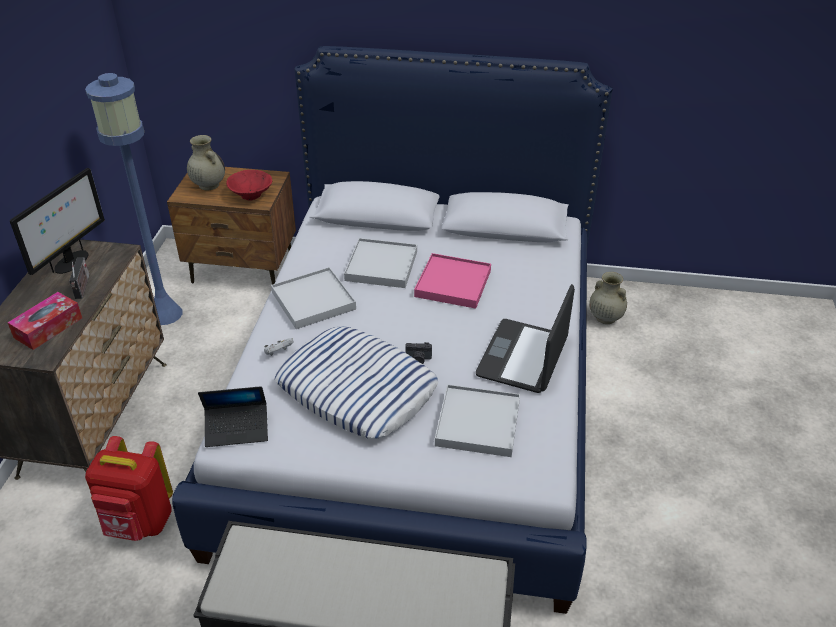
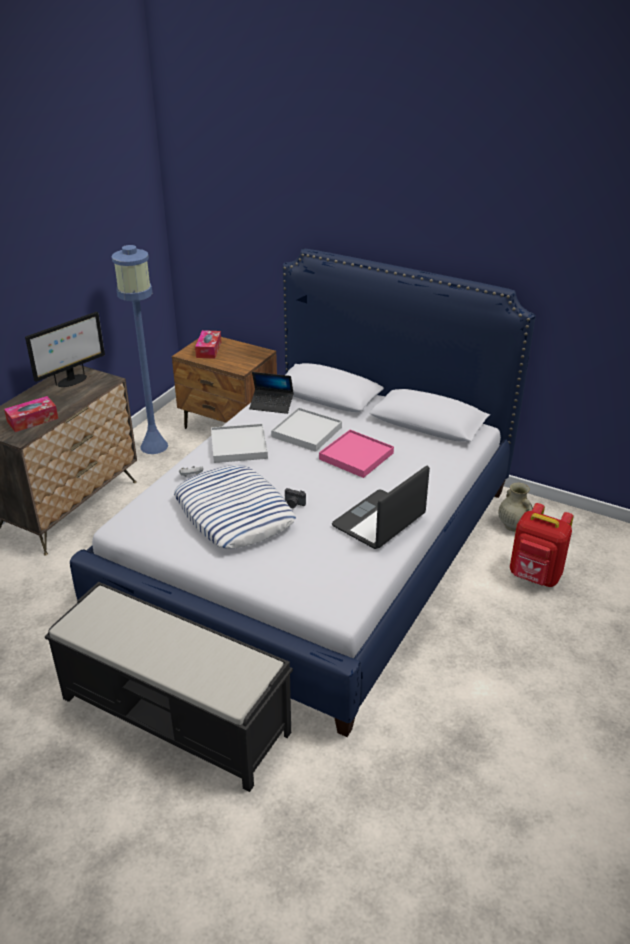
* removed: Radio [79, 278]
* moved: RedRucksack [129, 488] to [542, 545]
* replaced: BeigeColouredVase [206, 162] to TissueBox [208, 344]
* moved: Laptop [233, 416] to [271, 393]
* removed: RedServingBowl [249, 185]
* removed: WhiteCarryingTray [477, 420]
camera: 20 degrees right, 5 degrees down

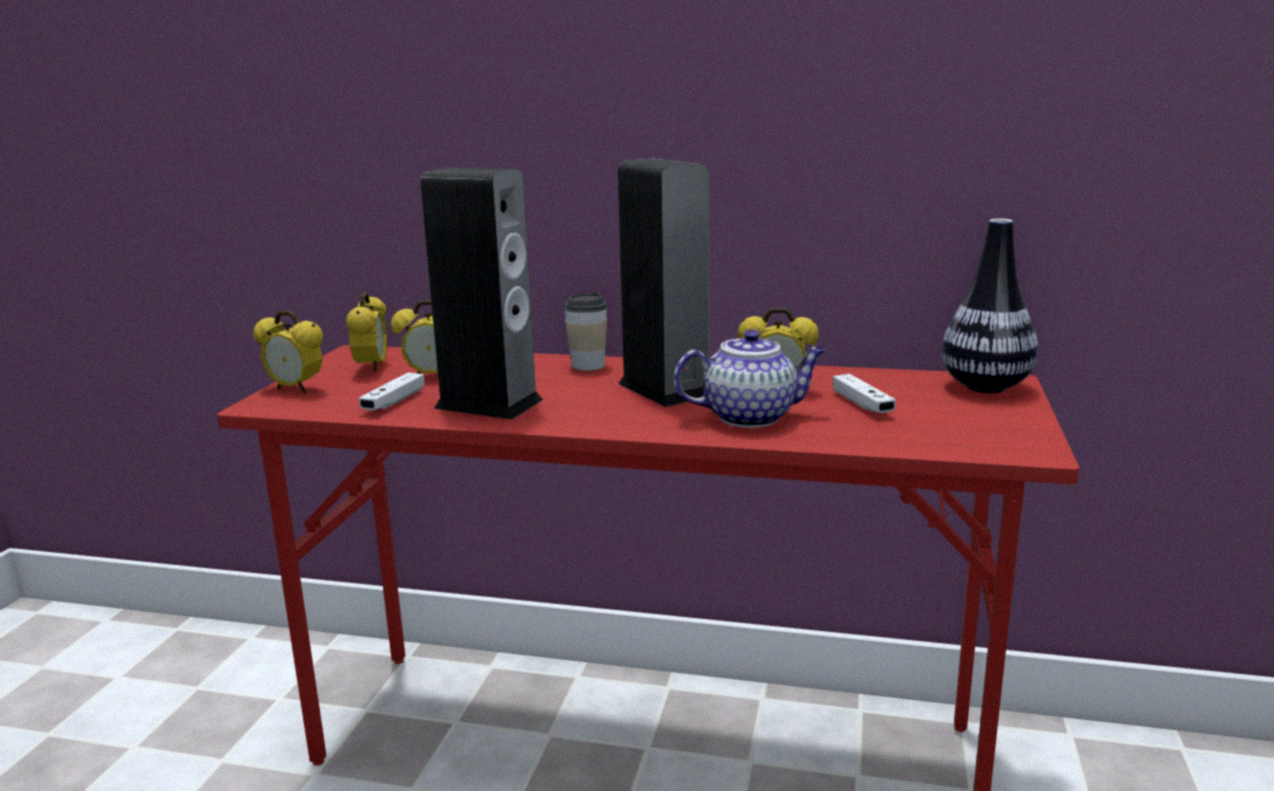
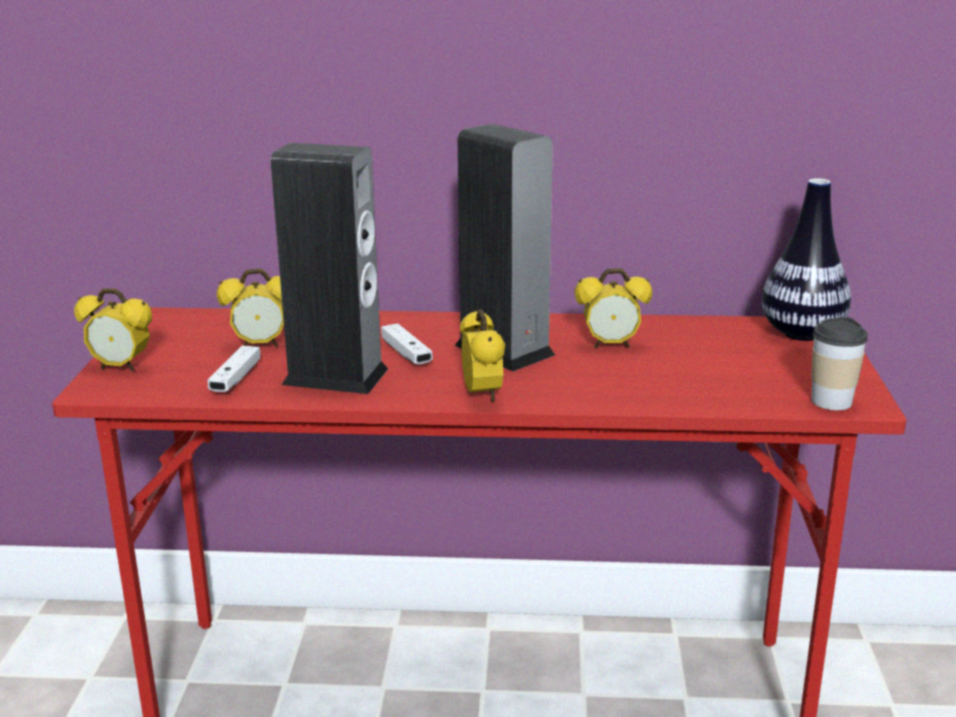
* moved: AlarmClock [366, 332] to [482, 356]
* moved: DrinkingCup [586, 331] to [839, 363]
* removed: Teapot [750, 378]
* moved: WhiteGamepad [864, 393] to [407, 343]
camera: 10 degrees left, 5 degrees up

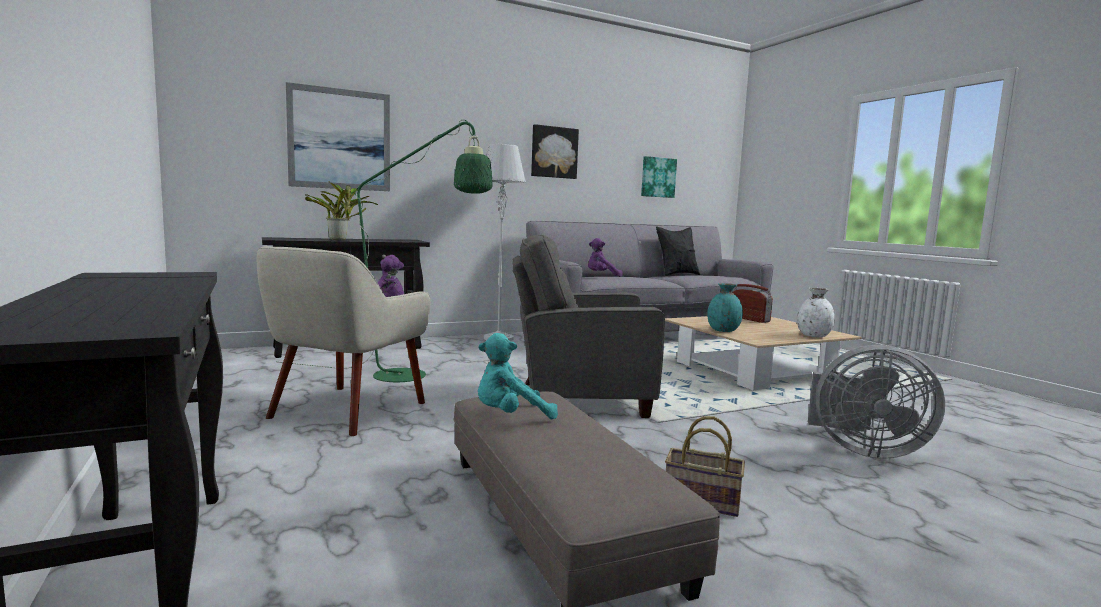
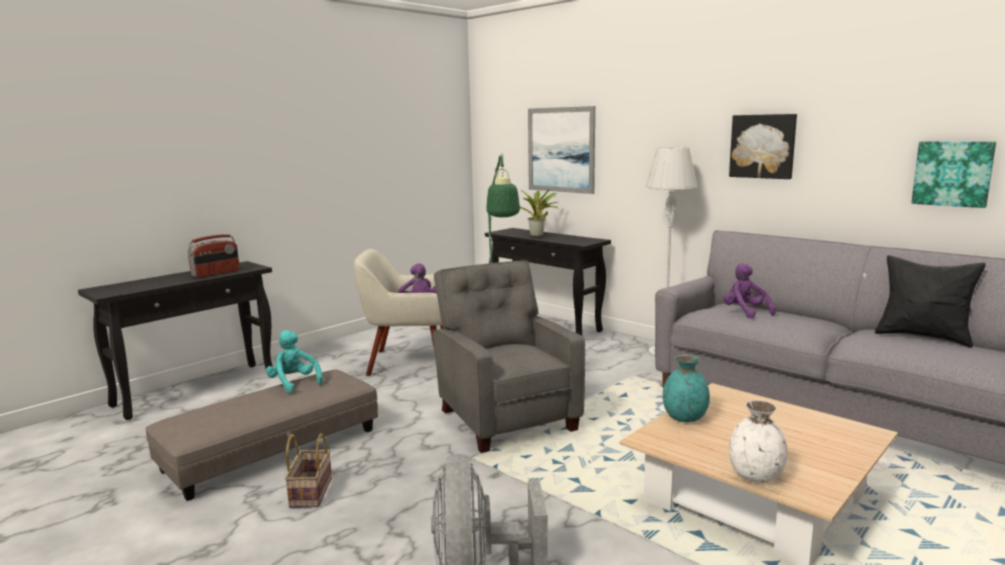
* moved: Radio [753, 303] to [213, 256]
camera: 70 degrees right, 5 degrees up

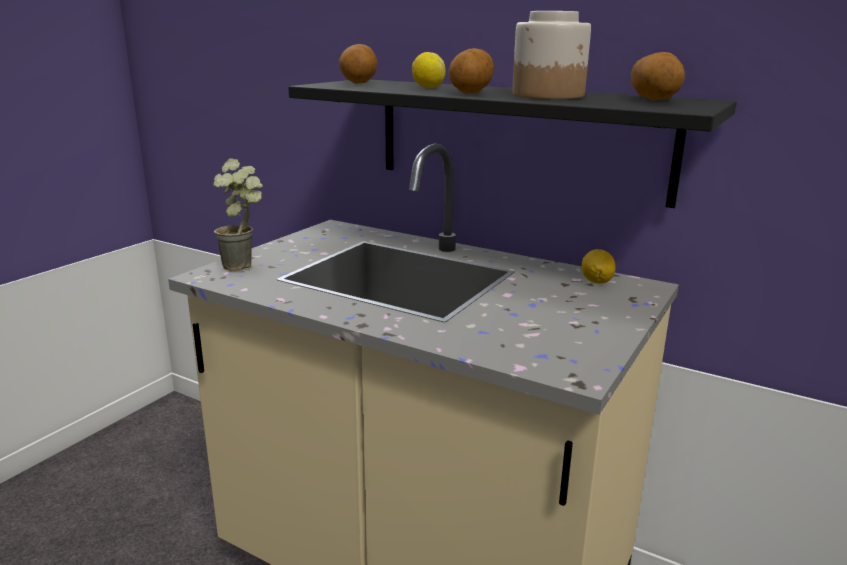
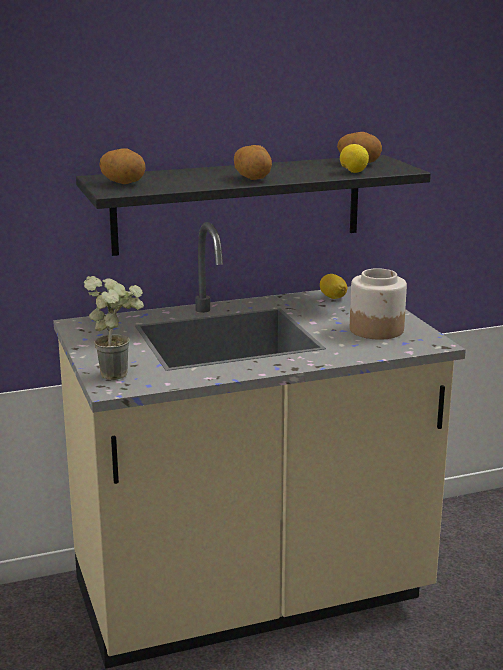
* moved: Lemon [429, 70] to [354, 158]
* moved: StorageJar [551, 55] to [378, 304]
camera: 50 degrees left, 0 degrees up

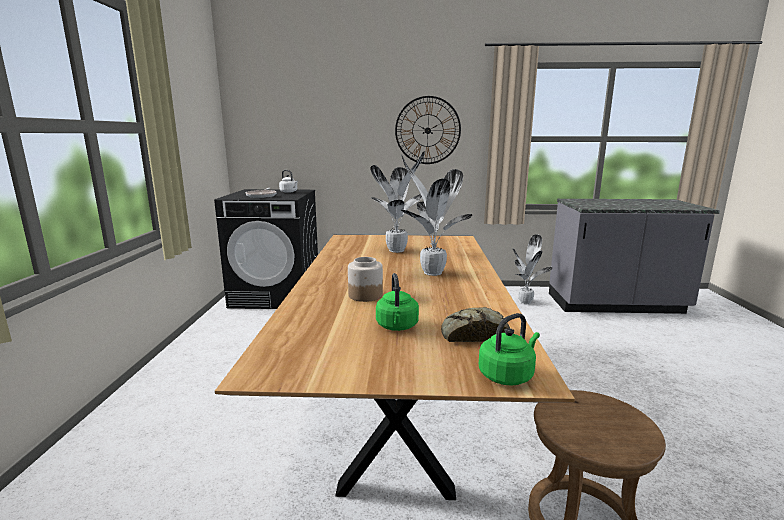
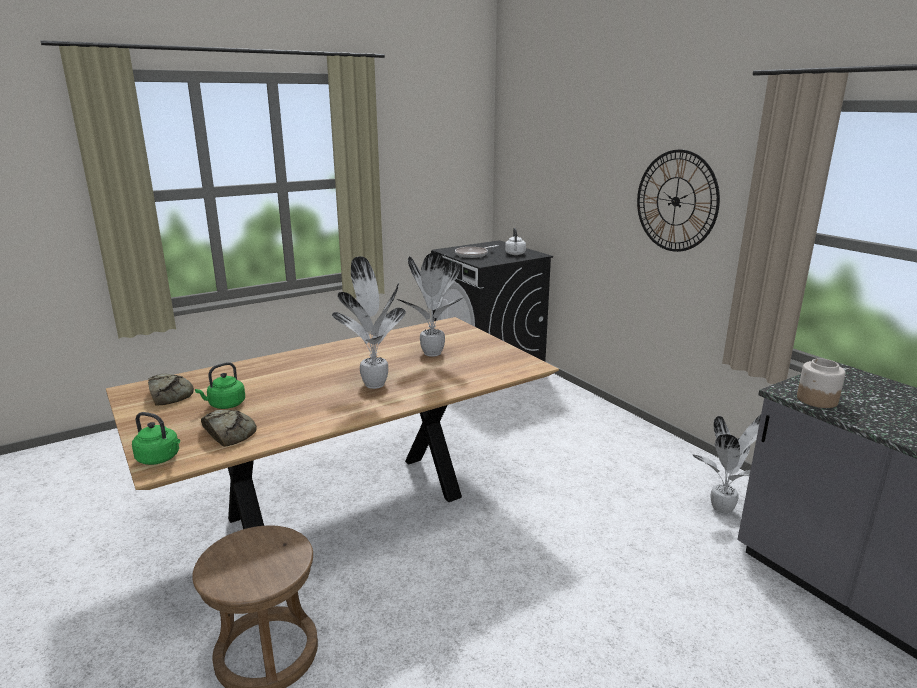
* moved: StorageJar [365, 279] to [821, 383]
* added: BakedBread [171, 390]
camera: 55 degrees right, 5 degrees up

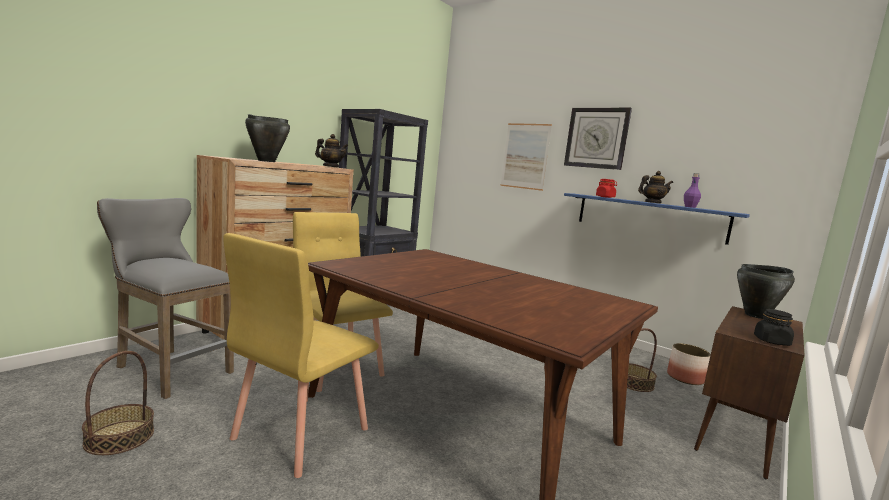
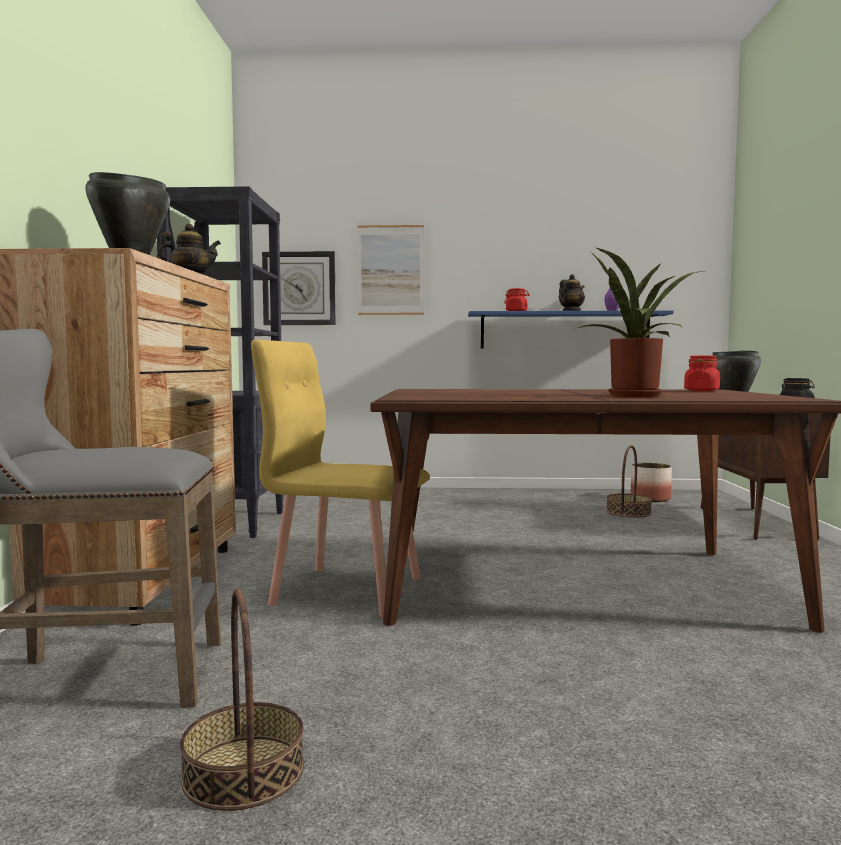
* removed: YellowPlainChair [301, 355]
* moved: ClockOnTheWall [598, 139] to [299, 288]
* added: PlantInAPot [641, 322]
* added: RedStorageJar [702, 373]
camera: 35 degrees left, 5 degrees down

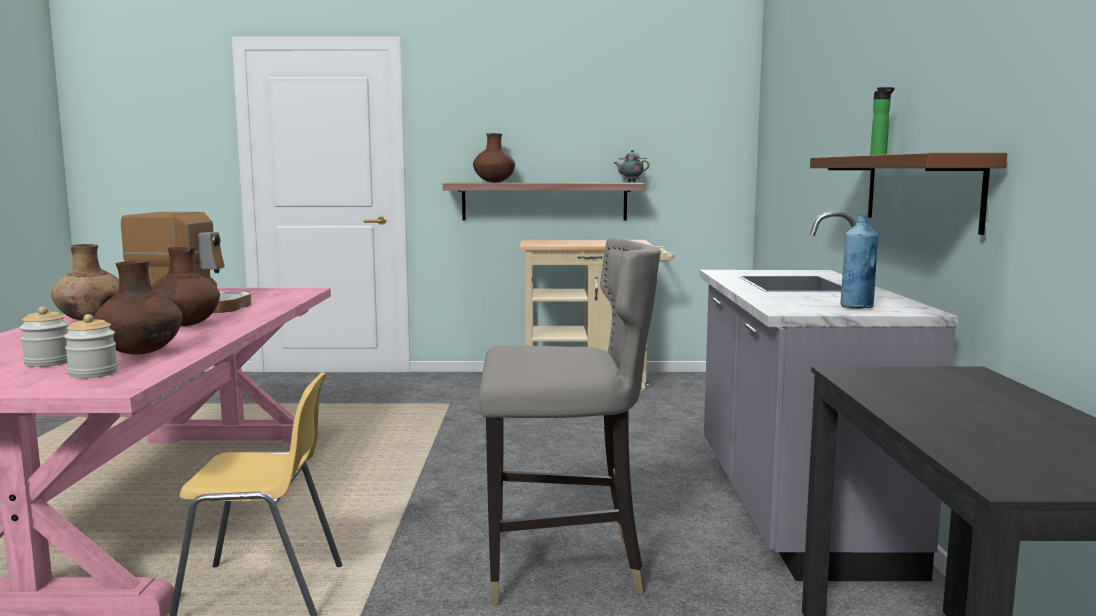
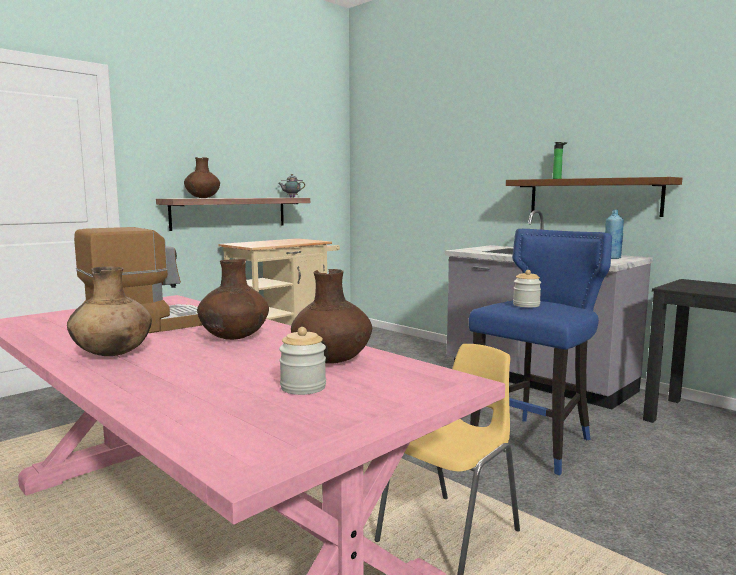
* moved: StorageJar [91, 346] to [527, 289]
* recoloured: GrayStool [569, 421] to BluishStool [540, 352]
camera: 45 degrees left, 0 degrees up

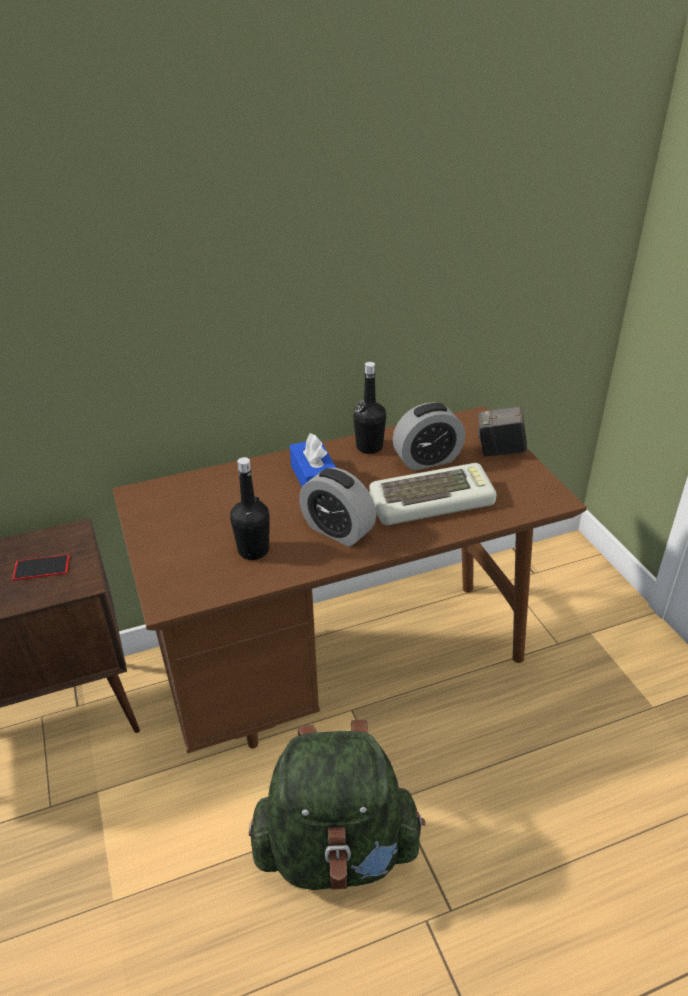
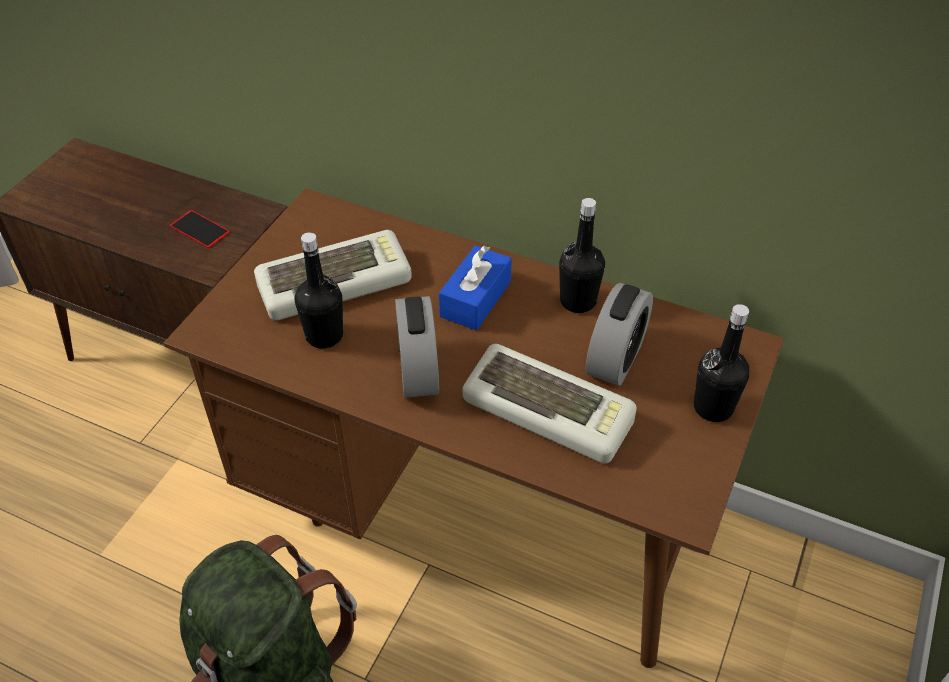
* turned: AlarmClock [429, 436] = [619, 334] 90 degrees counterclockwise
* replaced: PhotoCamera [502, 431] to BlackColouredBottle [721, 363]
* added: ComputerKeyboard [333, 275]
camera: 45 degrees right, 10 degrees up

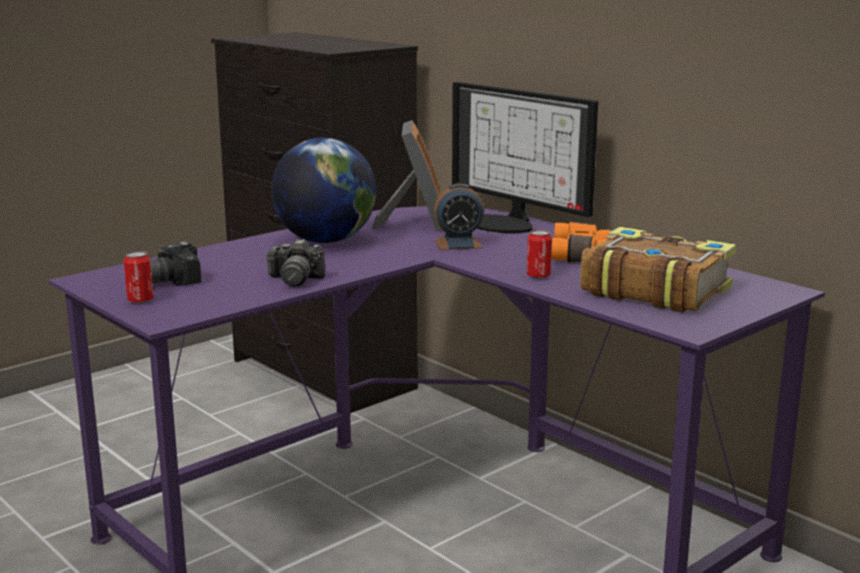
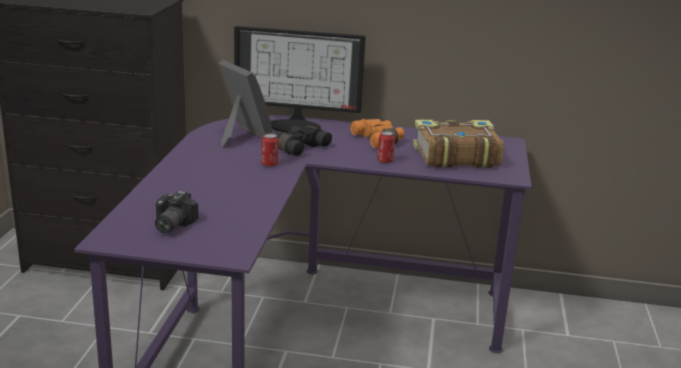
* moved: MetalCan [139, 277] to [270, 150]
* removed: PhotoCamera [295, 263]
* removed: WorldGlobe [323, 190]
* replaced: AlarmClock [459, 217] to BlackColouredFieldGlasses [303, 141]
camera: 40 degrees left, 5 degrees up

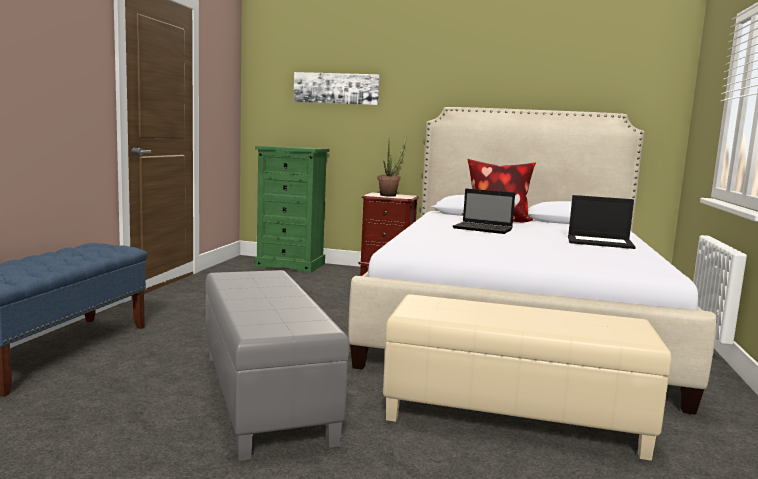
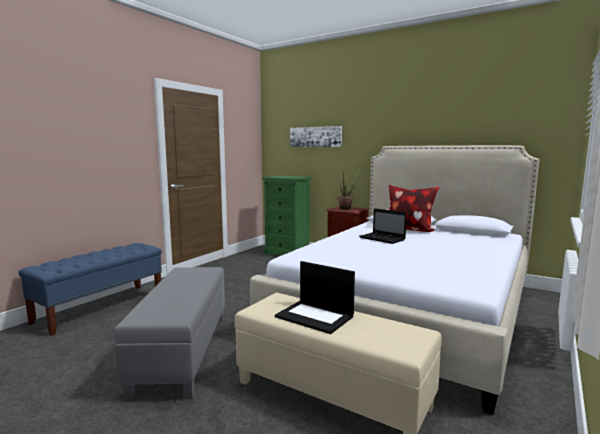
* moved: Laptop [602, 222] to [315, 297]
camera: 20 degrees right, 0 degrees up

